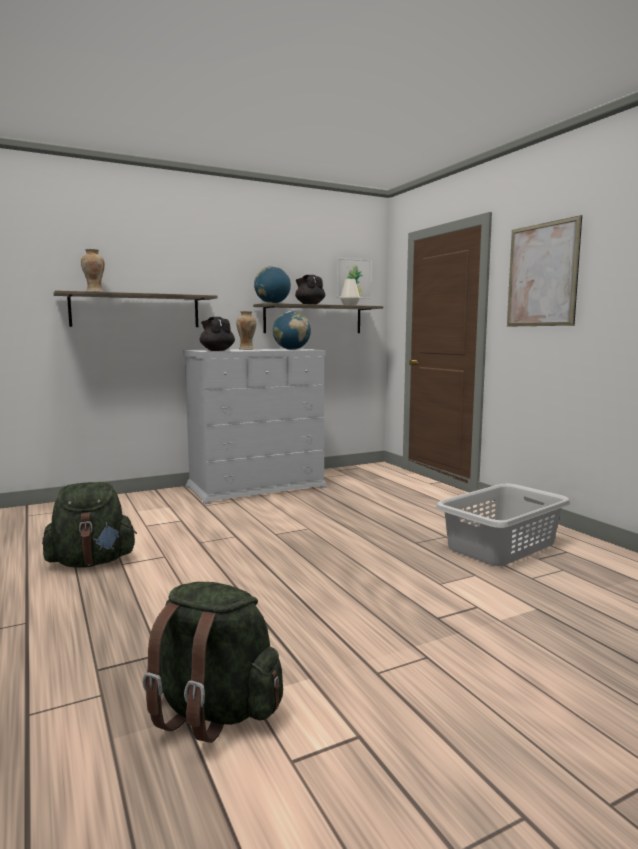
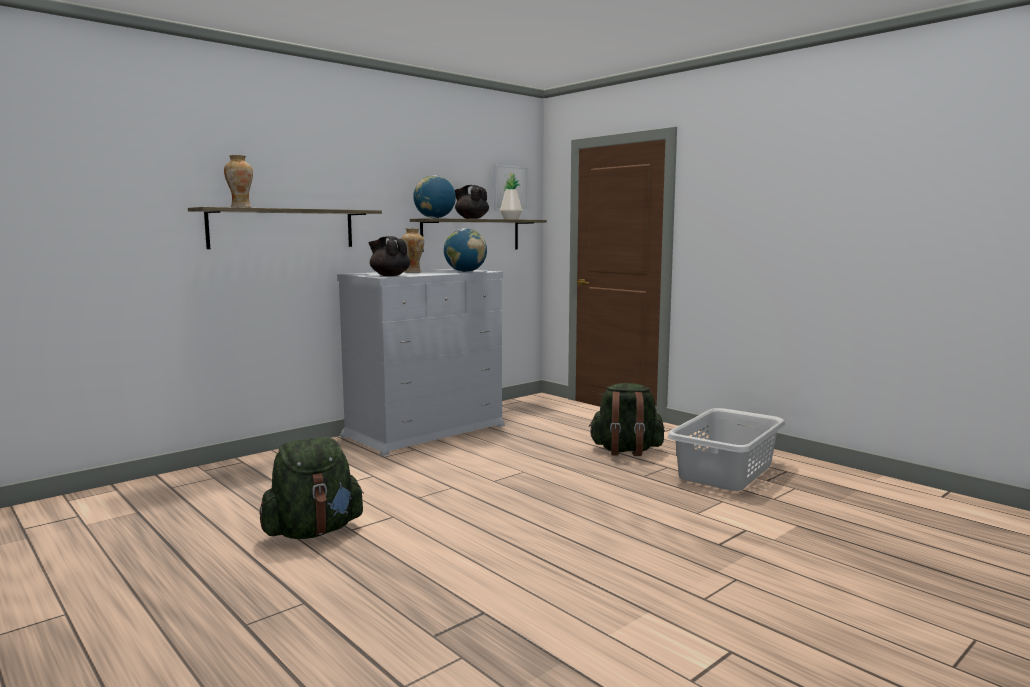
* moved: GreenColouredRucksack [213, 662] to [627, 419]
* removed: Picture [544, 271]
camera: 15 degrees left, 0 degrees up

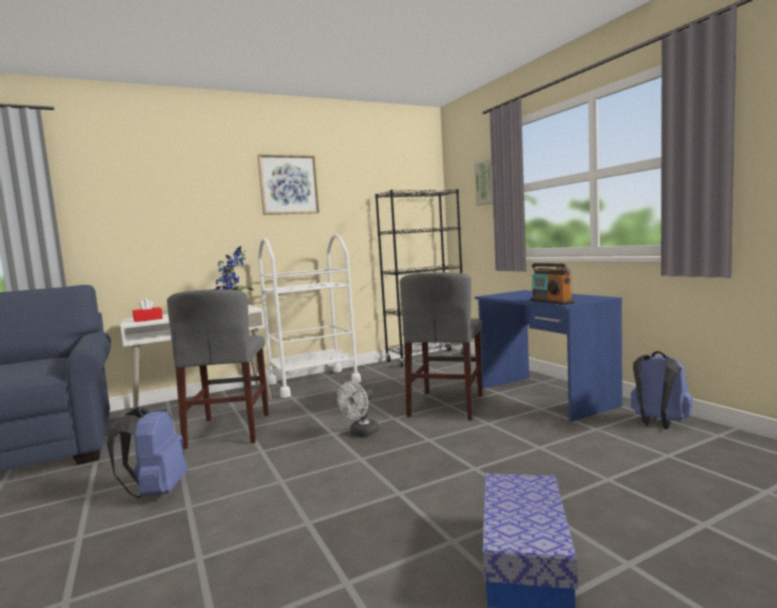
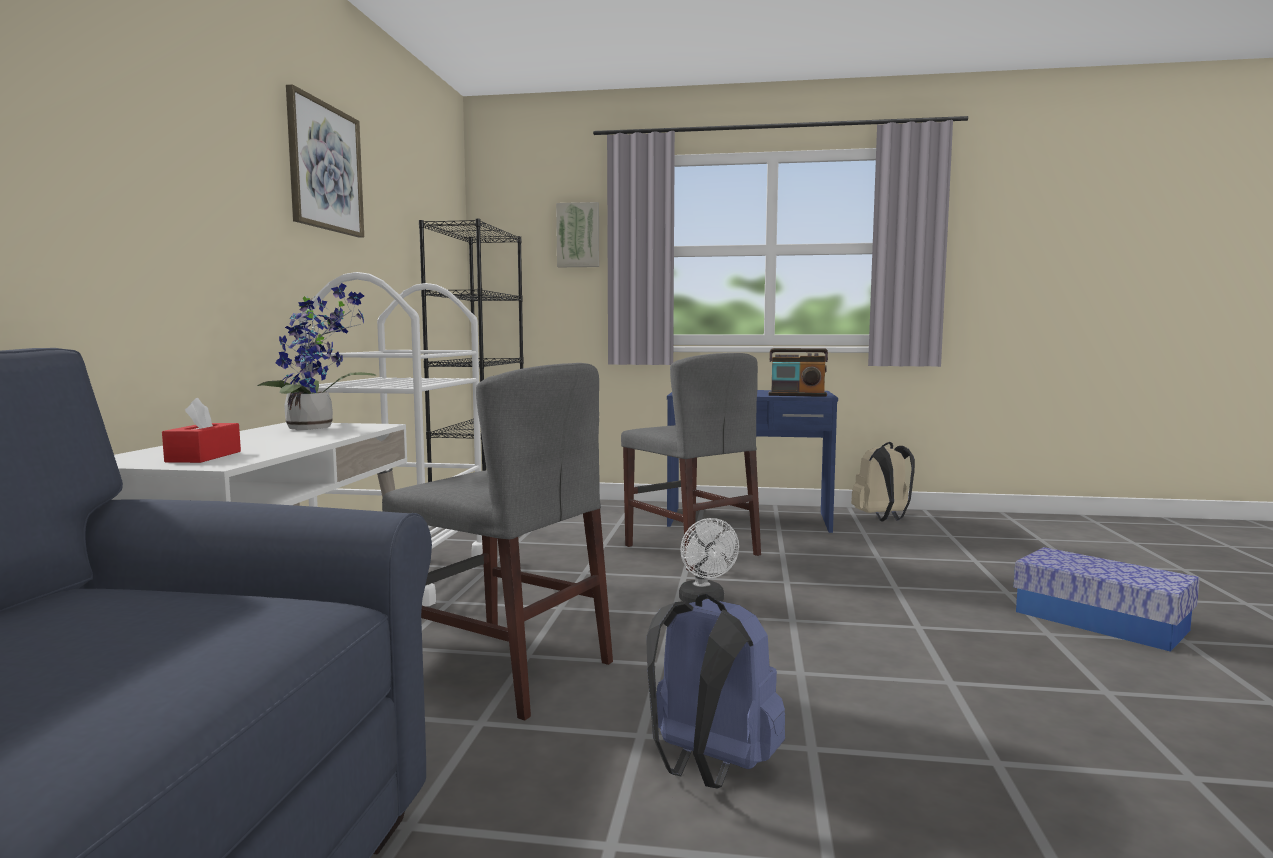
* recoloured: BluishRucksack [662, 390] to BeigeColouredRucksack [883, 482]
camera: 55 degrees left, 0 degrees up

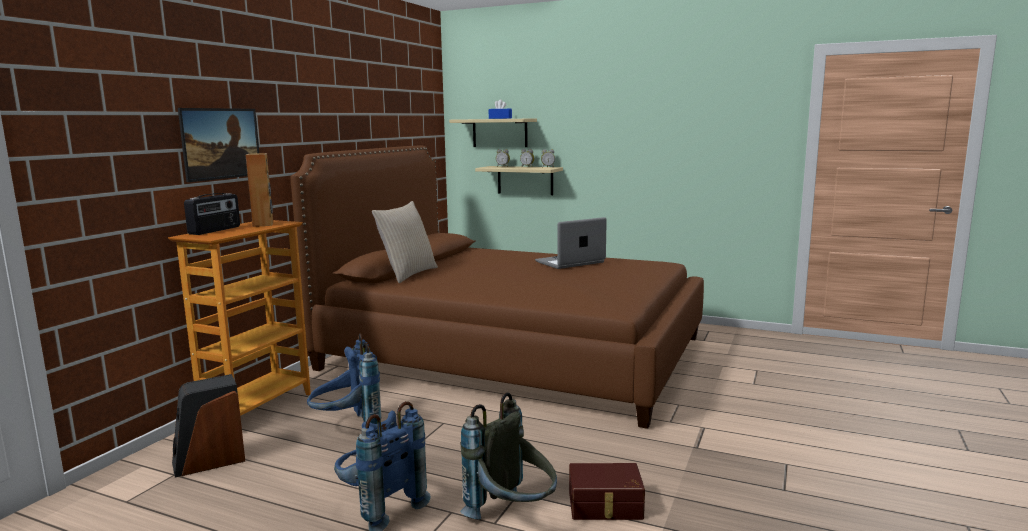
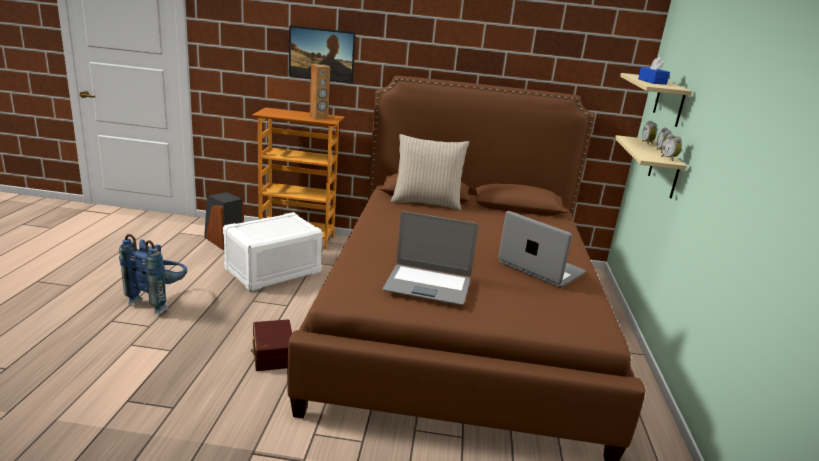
* removed: Radio [212, 214]
* replaced: BluishRucksack [344, 379] to WhiteStorageBin [273, 251]
* removed: GrayRucksack [508, 455]
* moved: BrownColouredStorageBin [607, 491] to [271, 345]
* added: Laptop [430, 258]
camera: 70 degrees right, 10 degrees up

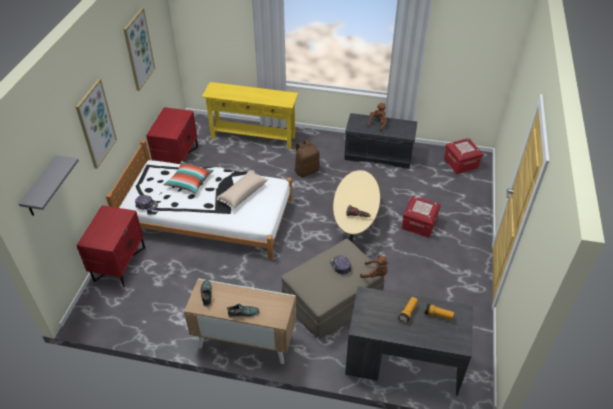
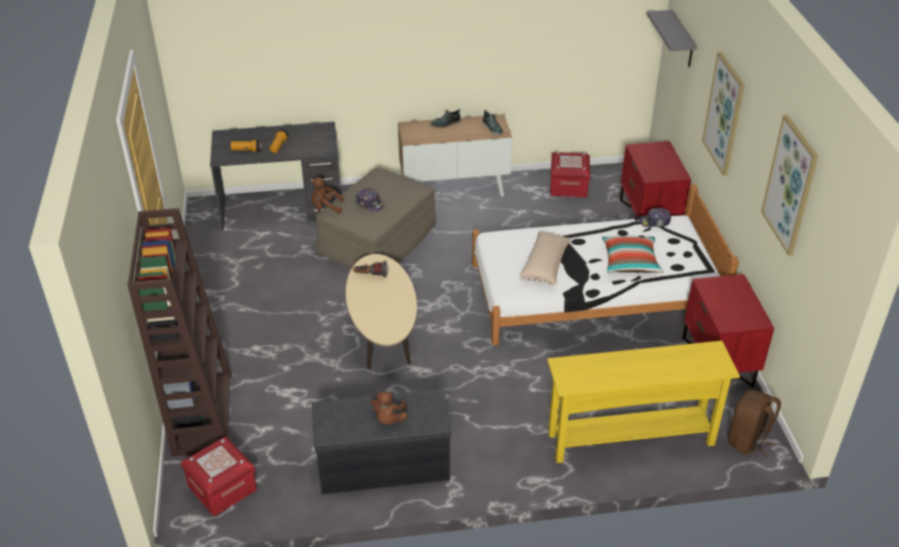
* moved: BrownColouredRucksack [307, 158] to [754, 424]
* moved: RedStorageBin [421, 216] to [570, 174]
* added: BrownColouredShelvingUnit [179, 332]
camera: 160 degrees right, 5 degrees down

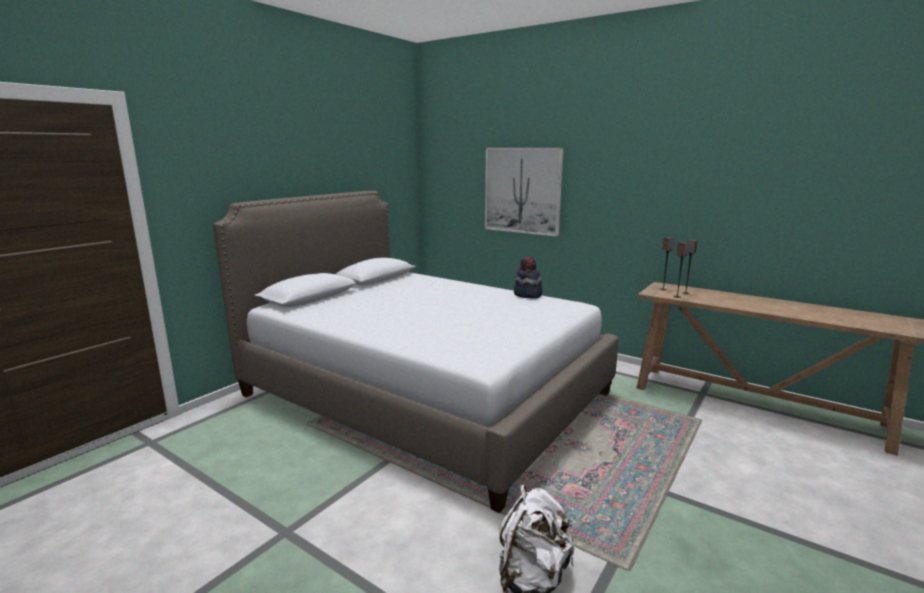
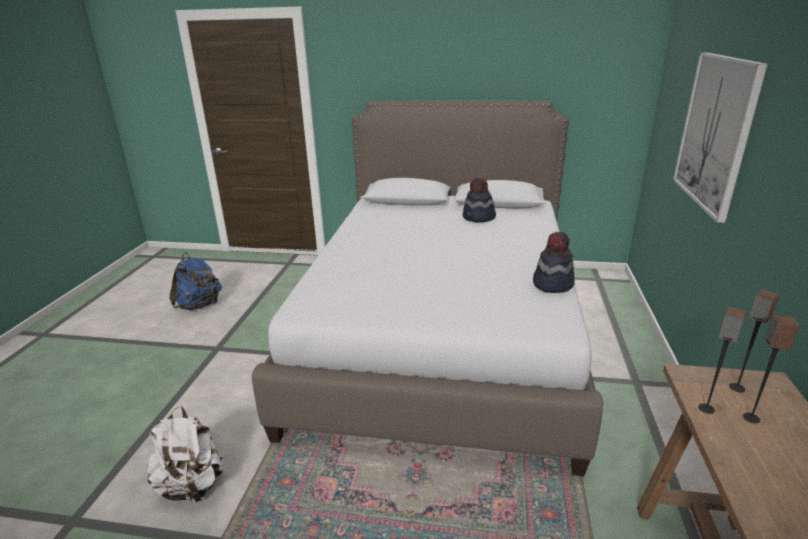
* added: BluishRucksack [195, 281]
* added: ClothingHat [479, 200]
camera: 65 degrees right, 10 degrees up

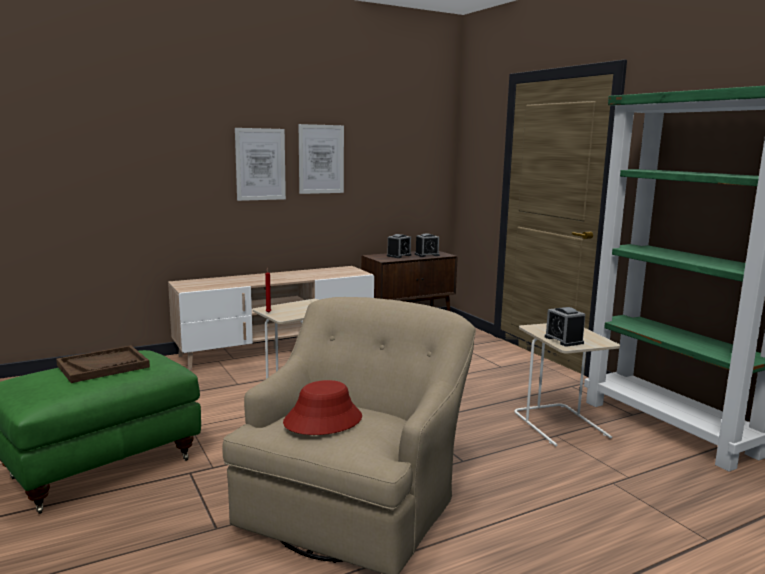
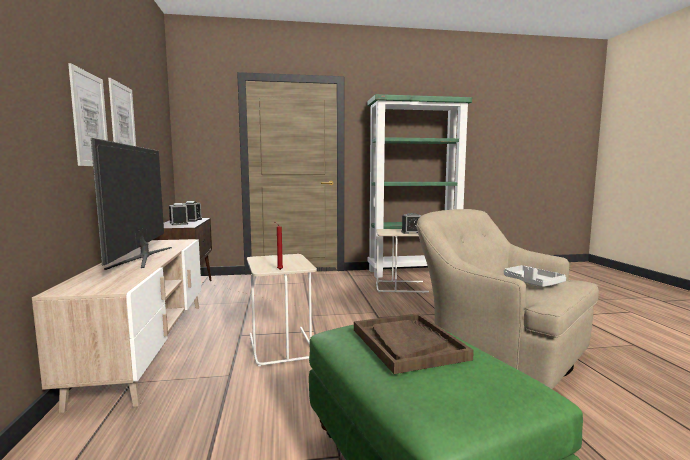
* replaced: RedClothingHat [322, 407] to GrayCarryingTray [535, 276]
* added: Television [131, 204]
camera: 70 degrees left, 5 degrees down

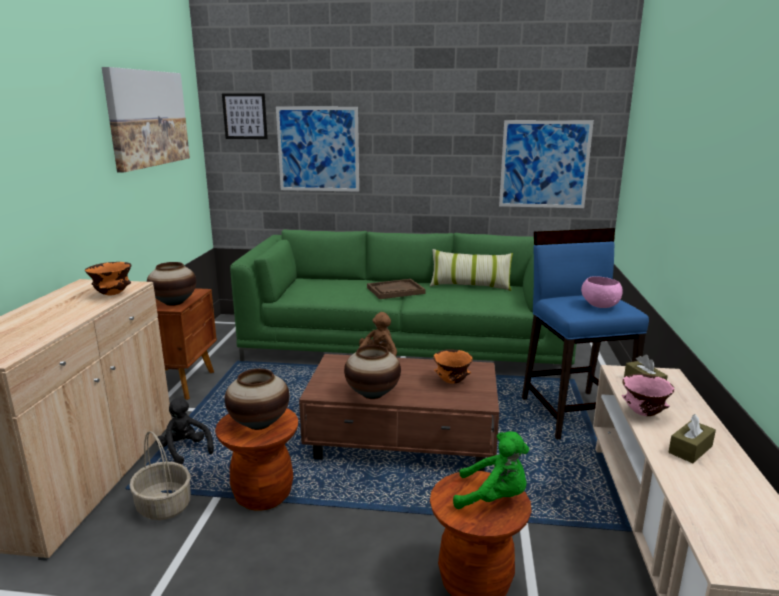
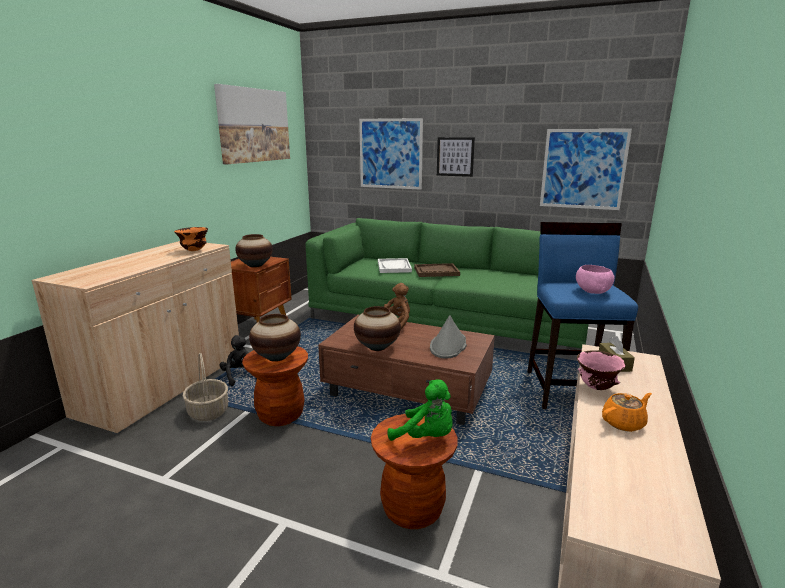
* moved: Picture [245, 116] to [456, 157]
* removed: ThrowPillow [471, 270]
* replaced: OrangeyServingBowl [453, 367] to GrayClothingHat [448, 337]
* replaced: BrownColouredTissueBox [692, 438] to OrangeyTeapot [627, 412]
* added: WhiteCarryingTray [395, 265]
camera: 15 degrees right, 0 degrees up

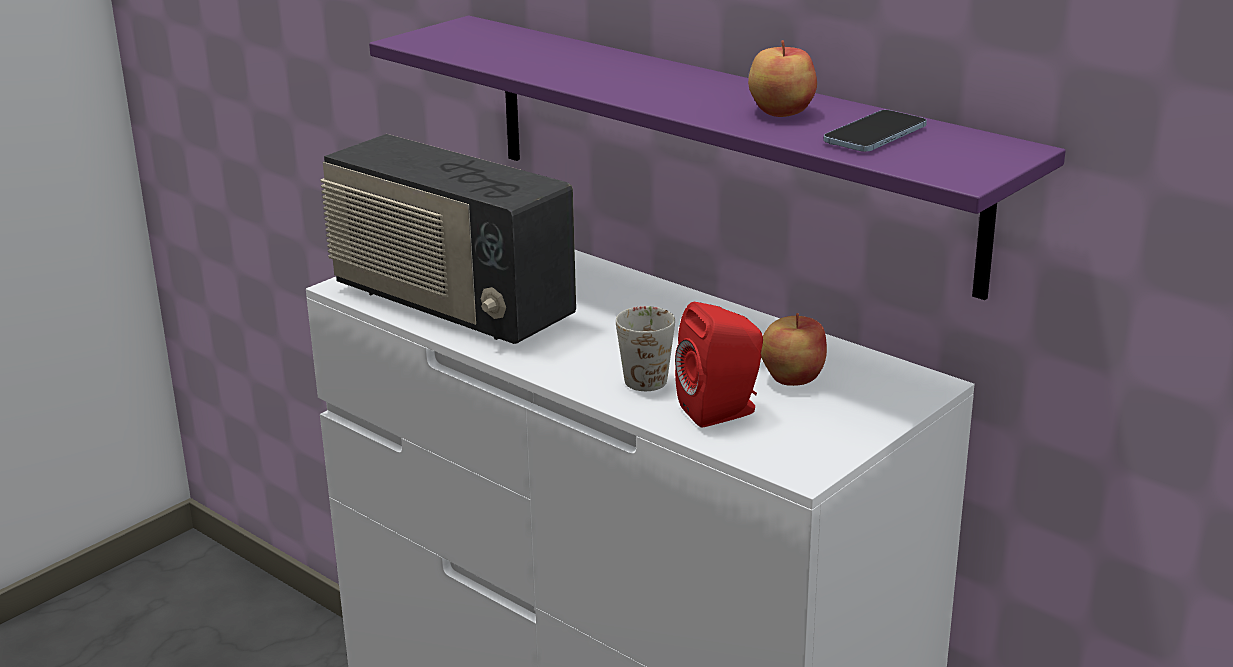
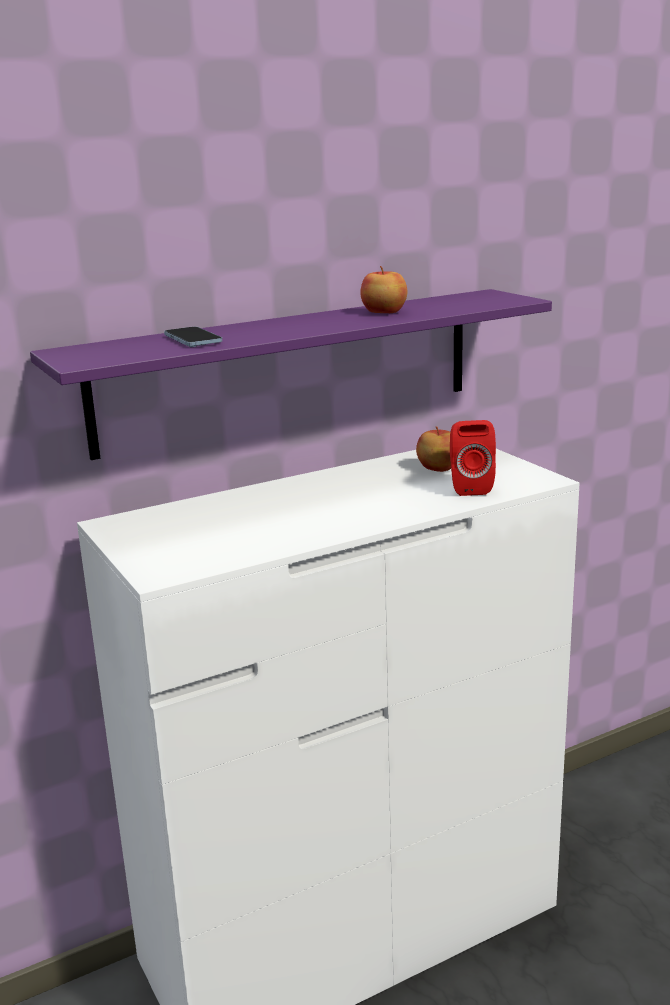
* removed: Radio [448, 239]
* removed: WhiteCoffeeMug [645, 348]
* moved: Telephone [875, 131] to [193, 337]
camera: 70 degrees left, 5 degrees down

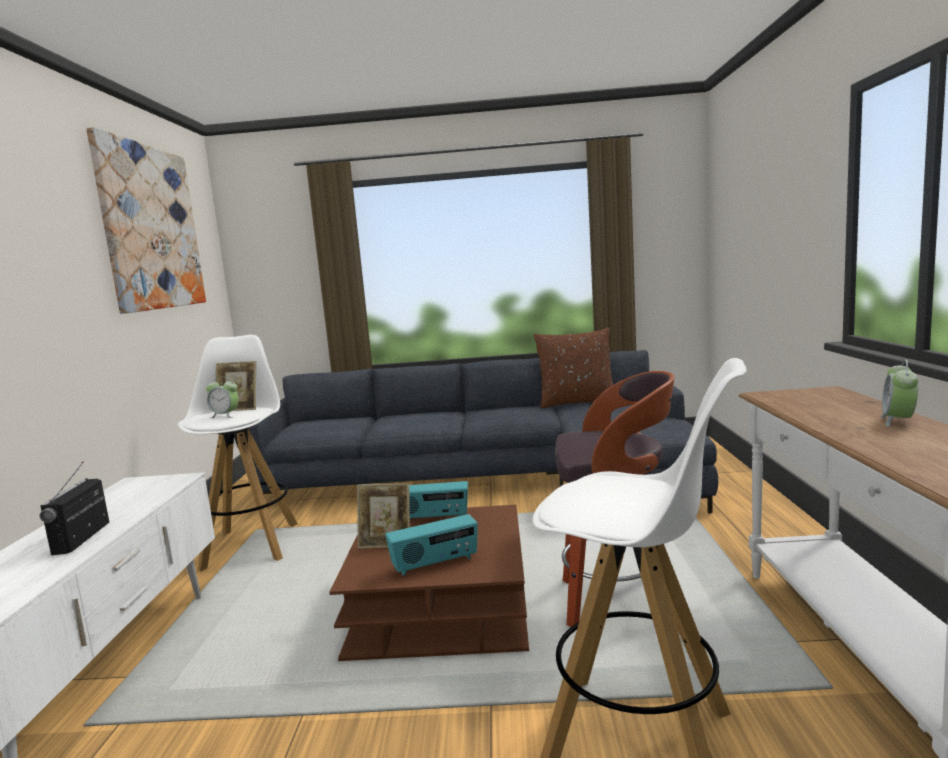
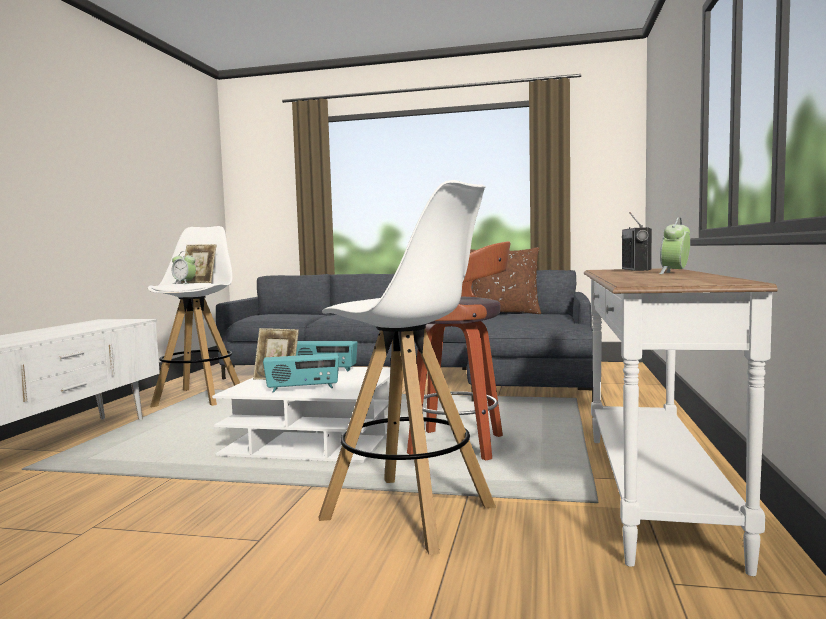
* moved: Radio [74, 508] to [637, 241]
* removed: Picture [146, 220]
* recoloured: BrownColouredLoungeTable [429, 583] to WhiteLoungeTable [306, 415]
camera: 10 degrees right, 5 degrees down

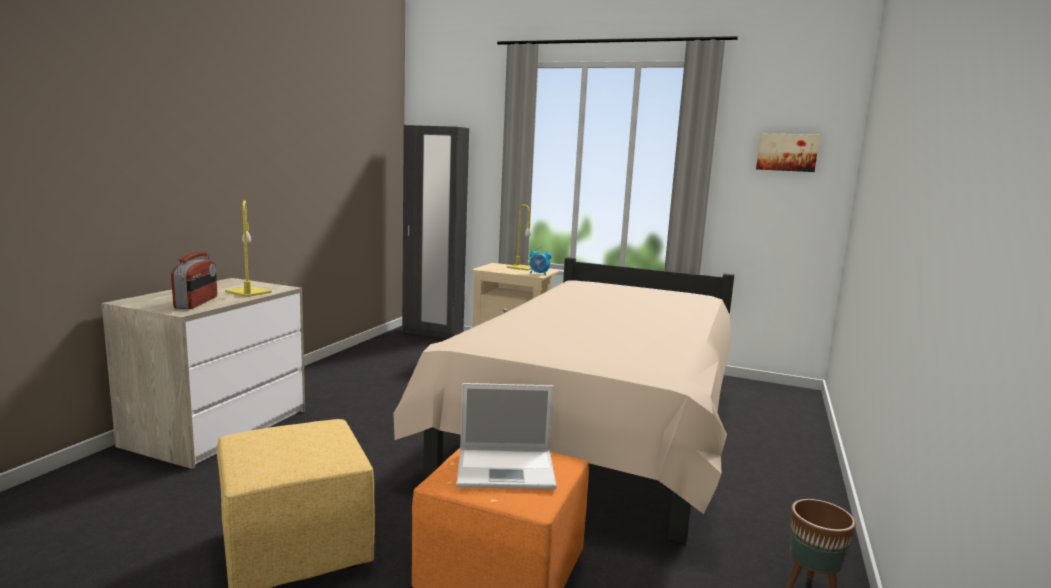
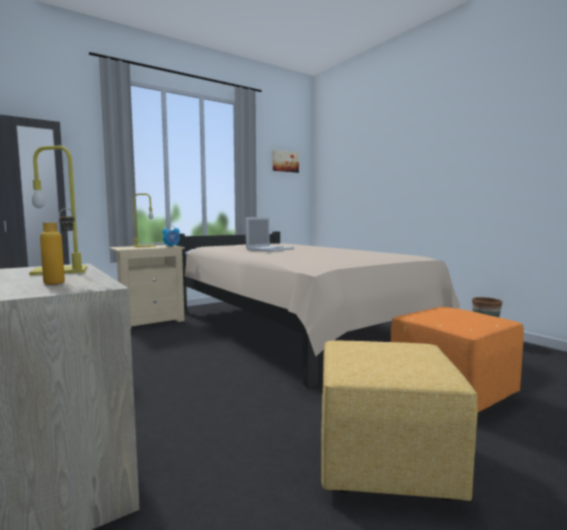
* replaced: Radio [194, 280] to Bottle [57, 246]
* moved: Laptop [506, 436] to [270, 234]
camera: 55 degrees left, 5 degrees down

